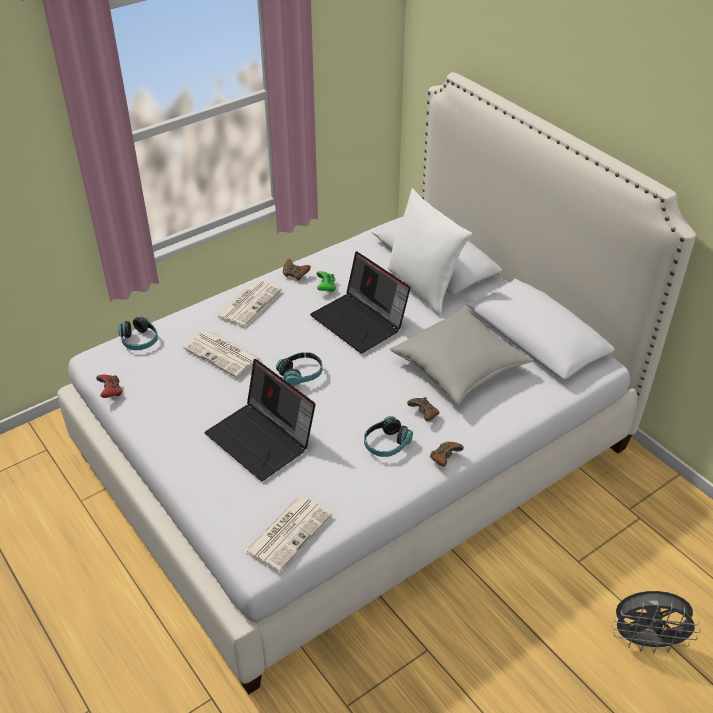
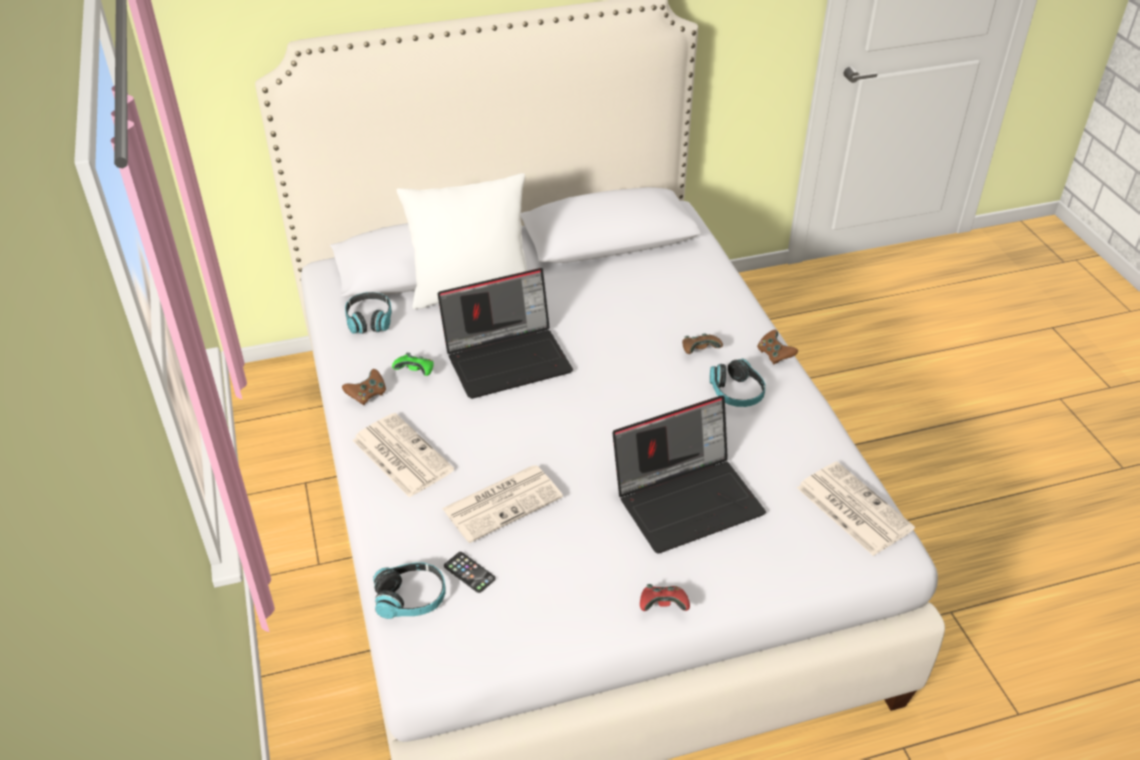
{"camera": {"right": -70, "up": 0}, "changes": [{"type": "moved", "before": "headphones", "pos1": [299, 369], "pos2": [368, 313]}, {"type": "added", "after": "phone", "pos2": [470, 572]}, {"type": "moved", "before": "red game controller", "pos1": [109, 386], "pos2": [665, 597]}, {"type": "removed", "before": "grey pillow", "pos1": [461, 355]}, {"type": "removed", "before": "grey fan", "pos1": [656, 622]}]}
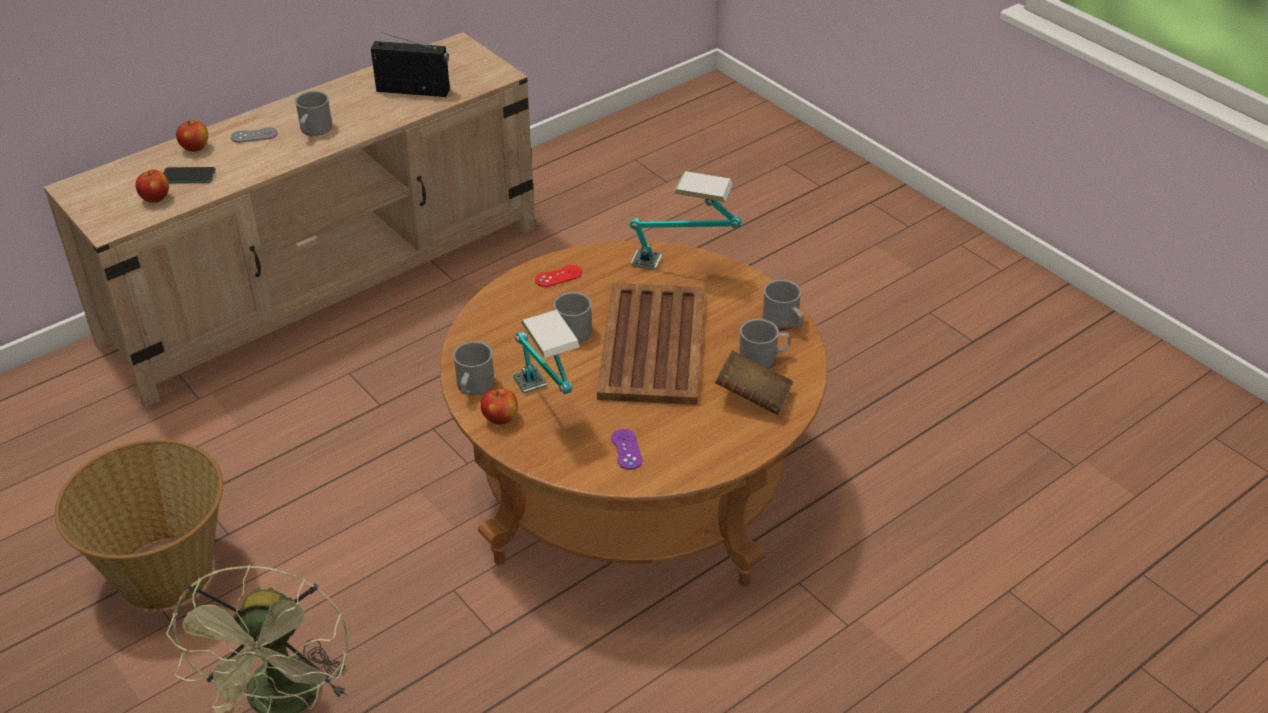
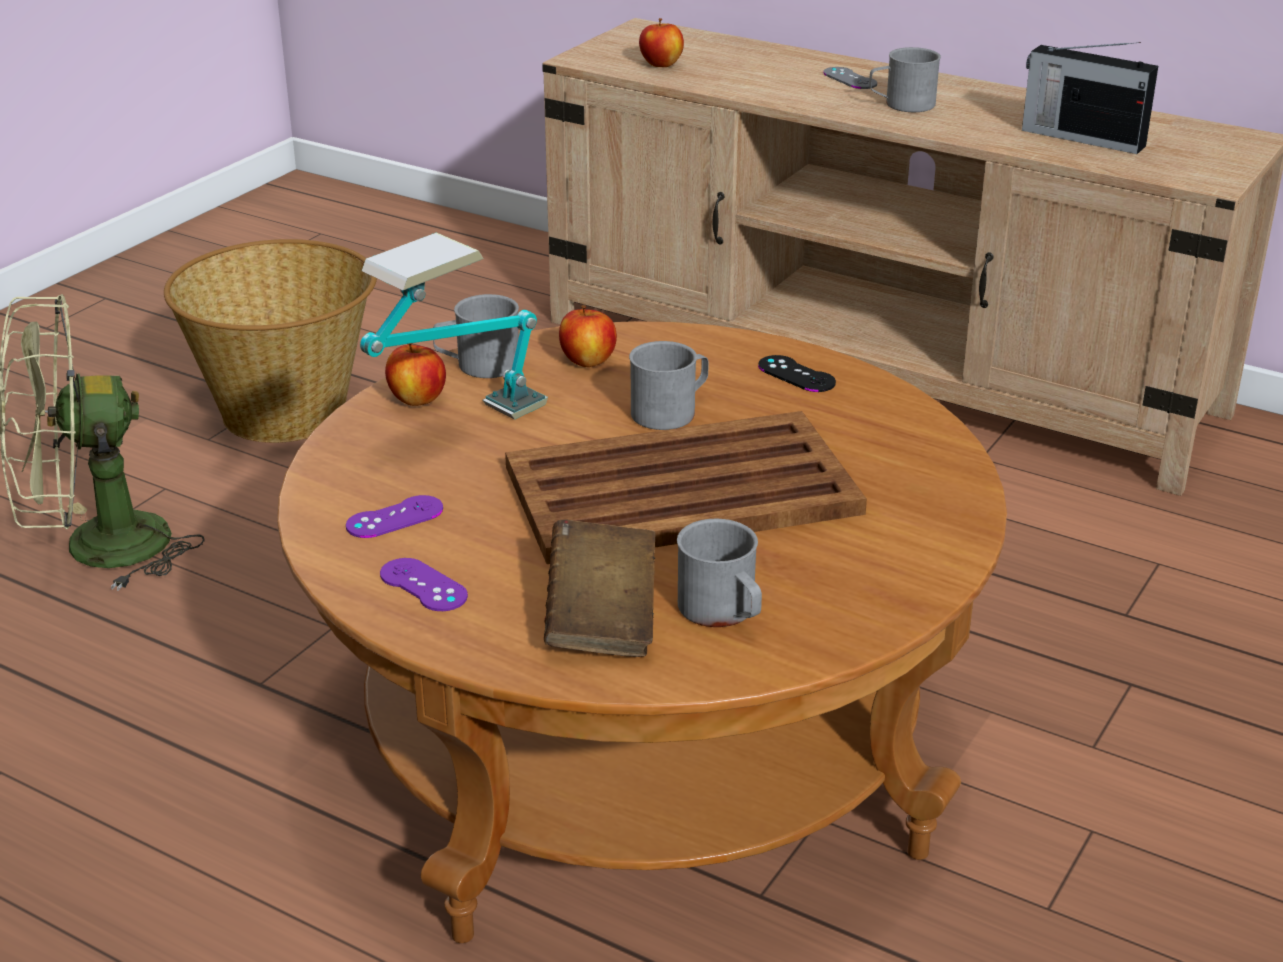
{"camera": {"right": 70, "up": -10}, "changes": [{"type": "added", "after": "purple game controller", "pos2": [424, 584]}, {"type": "moved", "before": "apple", "pos1": [192, 136], "pos2": [588, 336]}, {"type": "recoloured", "before": "red game controller", "after": "black game controller", "pos1": [558, 276], "pos2": [797, 373]}, {"type": "turned", "before": "radio", "pos1": [410, 64], "pos2": [1090, 98], "turn": 135}, {"type": "removed", "before": "phone", "pos1": [189, 175]}, {"type": "removed", "before": "table lamp", "pos1": [685, 221]}, {"type": "removed", "before": "grey mug", "pos1": [783, 305]}]}
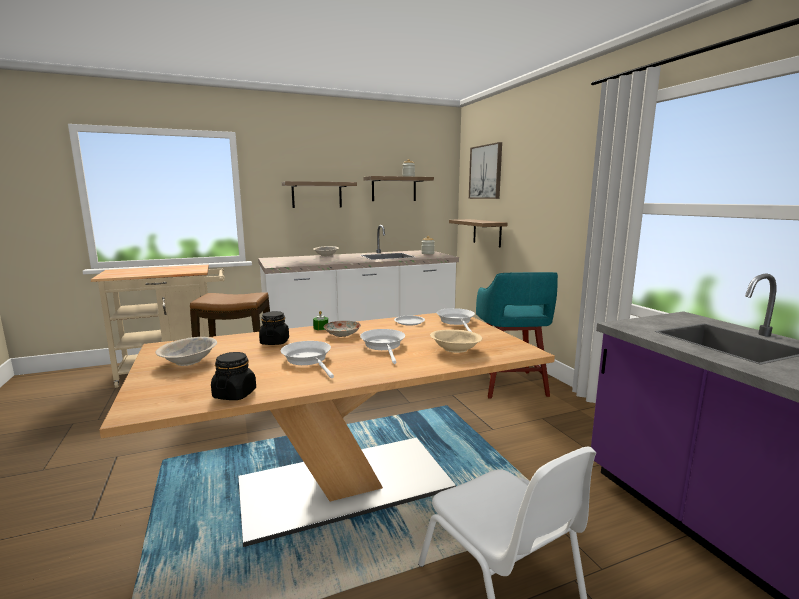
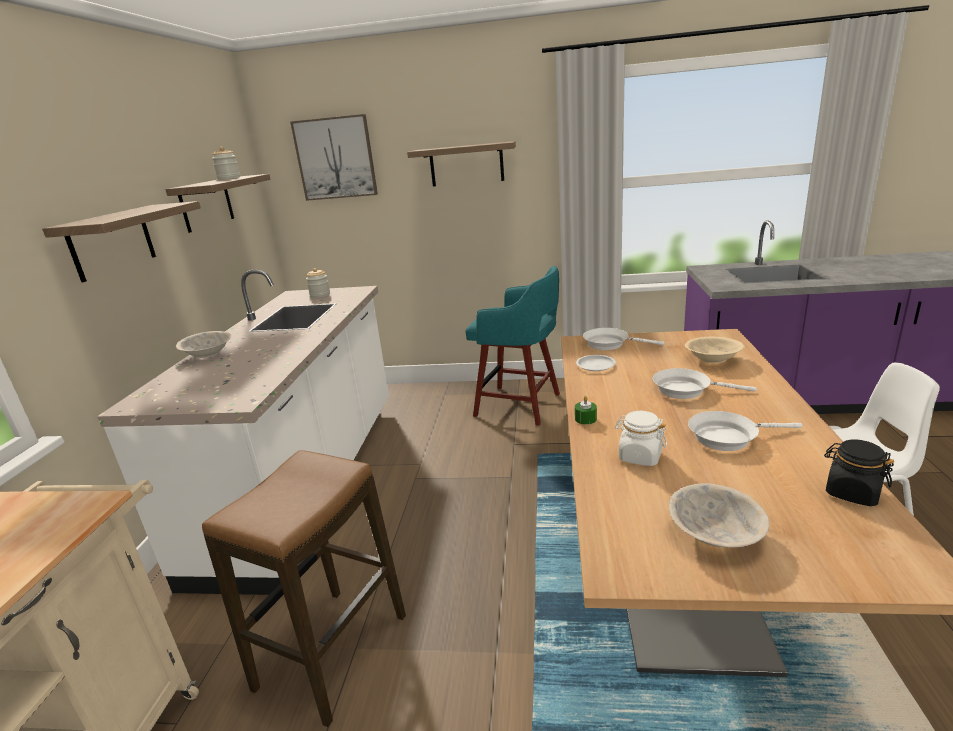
{"camera": {"right": -60, "up": 10}, "changes": [{"type": "moved", "before": "shelf", "pos1": [478, 233], "pos2": [461, 164]}, {"type": "recoloured", "before": "black jar", "after": "white jar", "pos1": [274, 328], "pos2": [641, 438]}, {"type": "removed", "before": "plate", "pos1": [342, 329]}]}
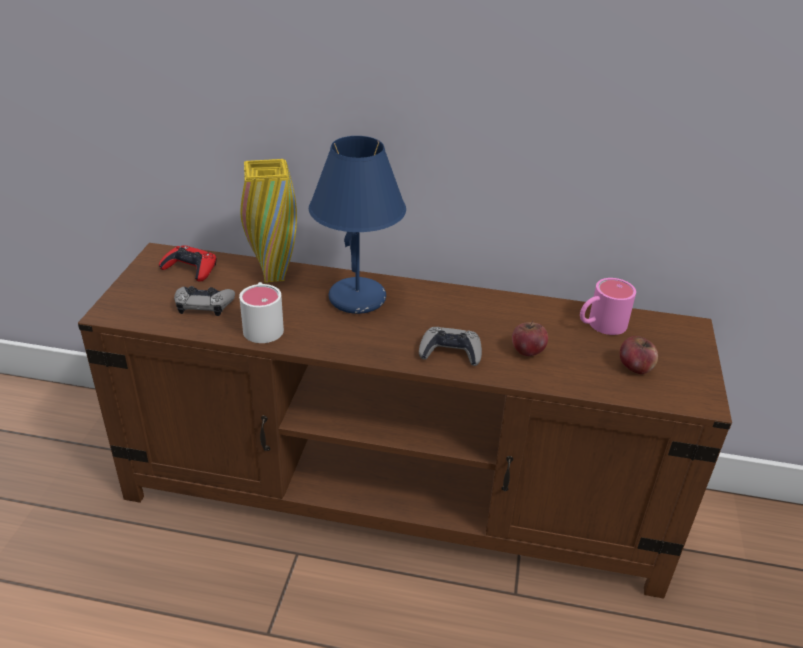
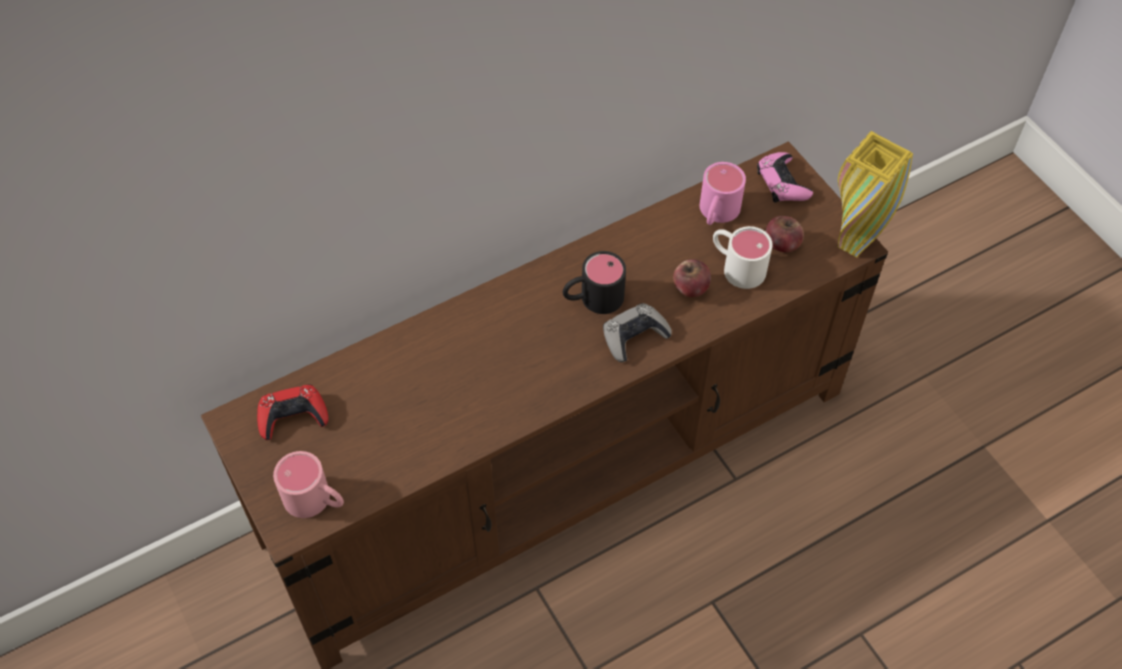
{"camera": {"right": -40, "up": 20}, "changes": [{"type": "added", "after": "pink mug", "pos2": [308, 484]}, {"type": "added", "after": "black mug", "pos2": [594, 282]}, {"type": "moved", "before": "white mug", "pos1": [261, 312], "pos2": [743, 257]}, {"type": "added", "after": "pink game controller", "pos2": [785, 177]}, {"type": "moved", "before": "yellow vase", "pos1": [268, 221], "pos2": [875, 194]}, {"type": "removed", "before": "grey game controller", "pos1": [204, 301]}, {"type": "removed", "before": "blue table lamp", "pos1": [357, 225]}]}
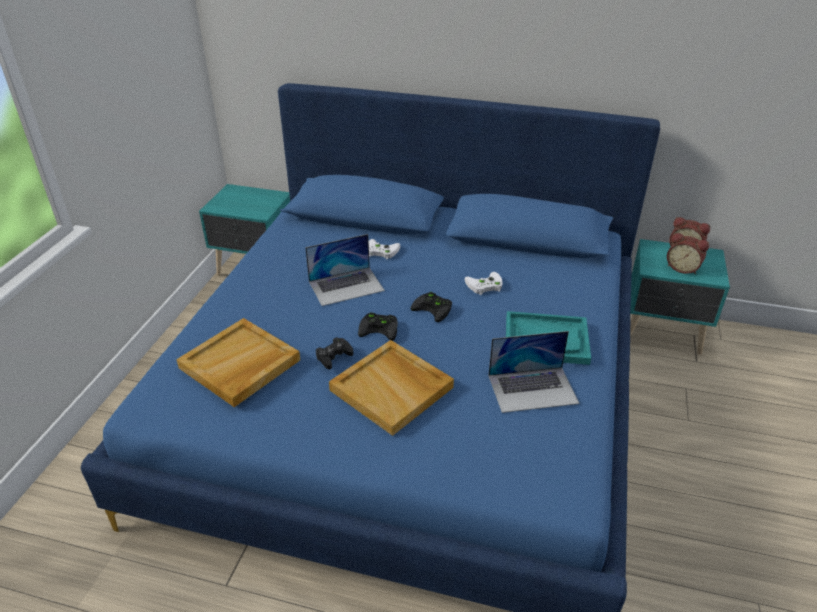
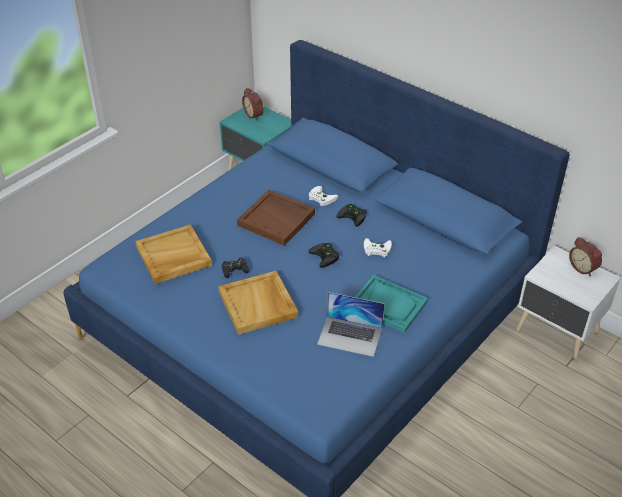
{"camera": {"right": 25, "up": 5}, "changes": [{"type": "replaced", "before": "laptop", "after": "brown tray", "pos1": [345, 270], "pos2": [276, 218]}, {"type": "moved", "before": "alarm clock", "pos1": [688, 253], "pos2": [253, 104]}, {"type": "moved", "before": "black game controller", "pos1": [378, 326], "pos2": [352, 215]}, {"type": "recoloured", "before": "turquoise nightstand", "after": "white nightstand", "pos1": [680, 297], "pos2": [568, 304]}]}
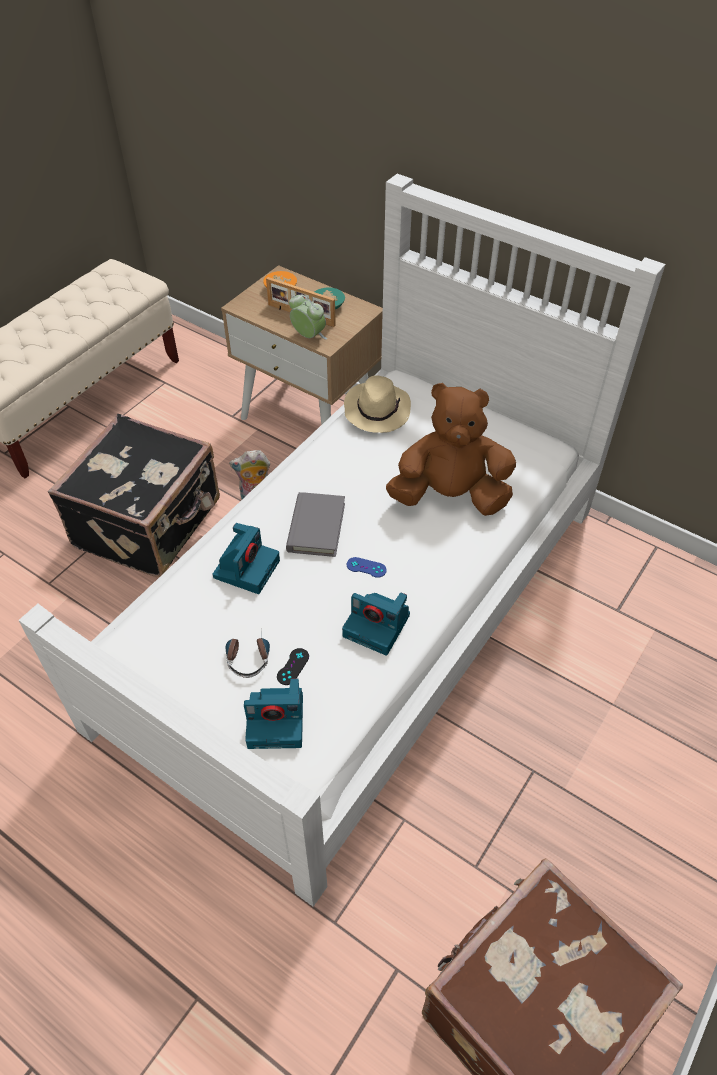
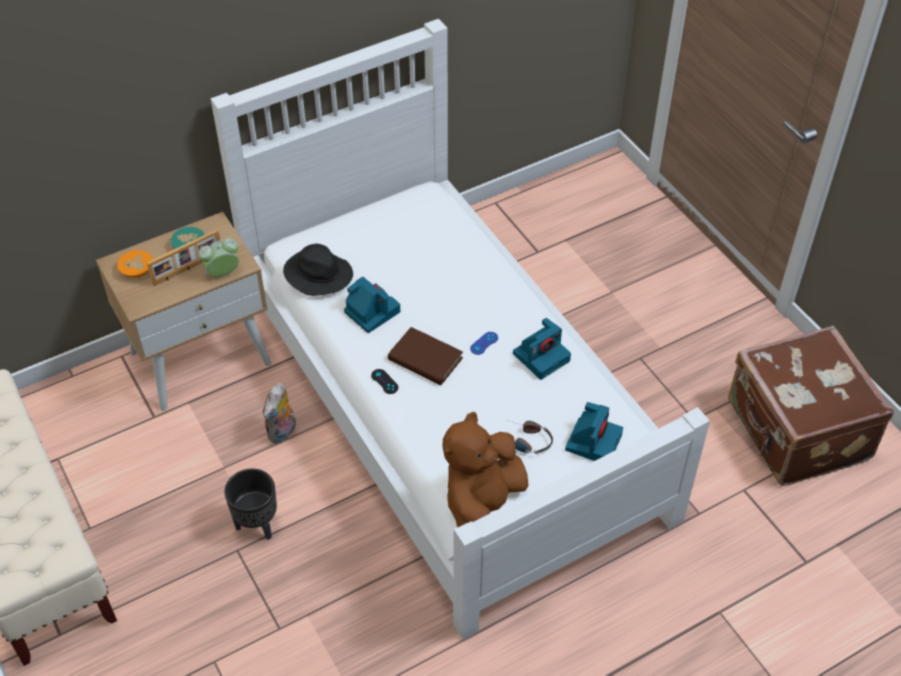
{"camera": {"right": -65, "up": 0}, "changes": [{"type": "replaced", "before": "black suitcase", "after": "black planter", "pos1": [134, 495], "pos2": [250, 504]}, {"type": "recoloured", "before": "beige hat", "after": "black hat", "pos1": [377, 404], "pos2": [318, 270]}, {"type": "moved", "before": "photo camera", "pos1": [246, 558], "pos2": [372, 305]}, {"type": "moved", "before": "black game controller", "pos1": [293, 666], "pos2": [384, 381]}, {"type": "recoloured", "before": "grey book", "after": "brown book", "pos1": [315, 524], "pos2": [425, 356]}, {"type": "moved", "before": "brown plush toy", "pos1": [451, 449], "pos2": [485, 470]}]}
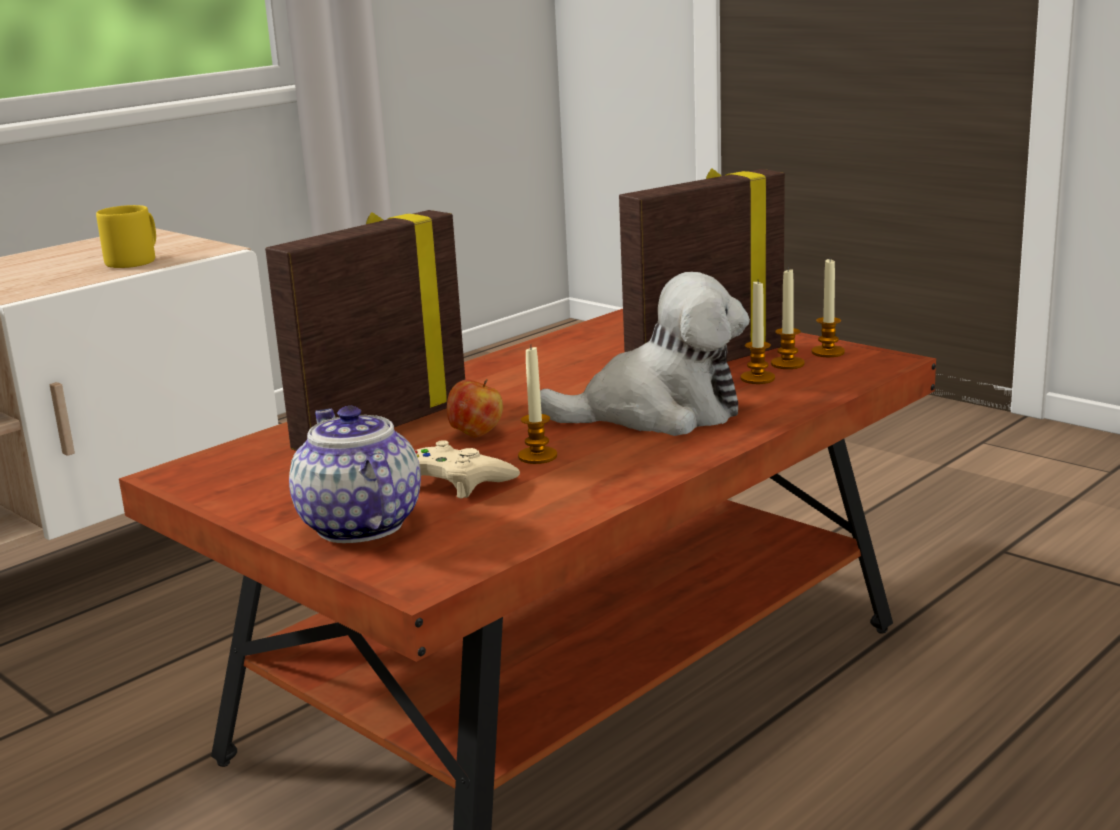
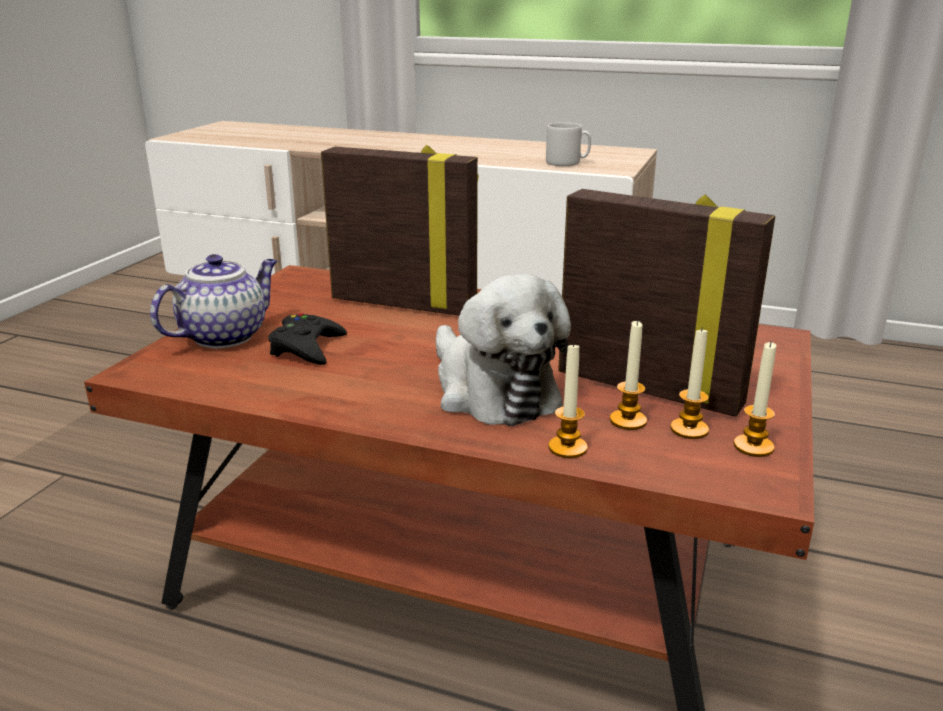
{"camera": {"right": 65, "up": 5}, "changes": [{"type": "recoloured", "before": "beige game controller", "after": "black game controller", "pos1": [467, 469], "pos2": [307, 339]}, {"type": "recoloured", "before": "yellow mug", "after": "grey mug", "pos1": [126, 236], "pos2": [568, 144]}, {"type": "moved", "before": "candle", "pos1": [537, 405], "pos2": [568, 400]}, {"type": "removed", "before": "apple", "pos1": [475, 408]}]}
